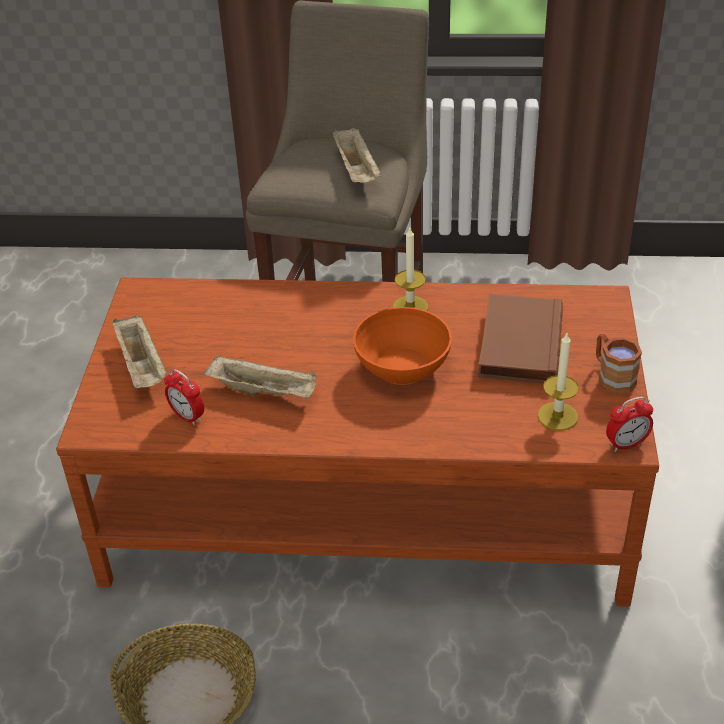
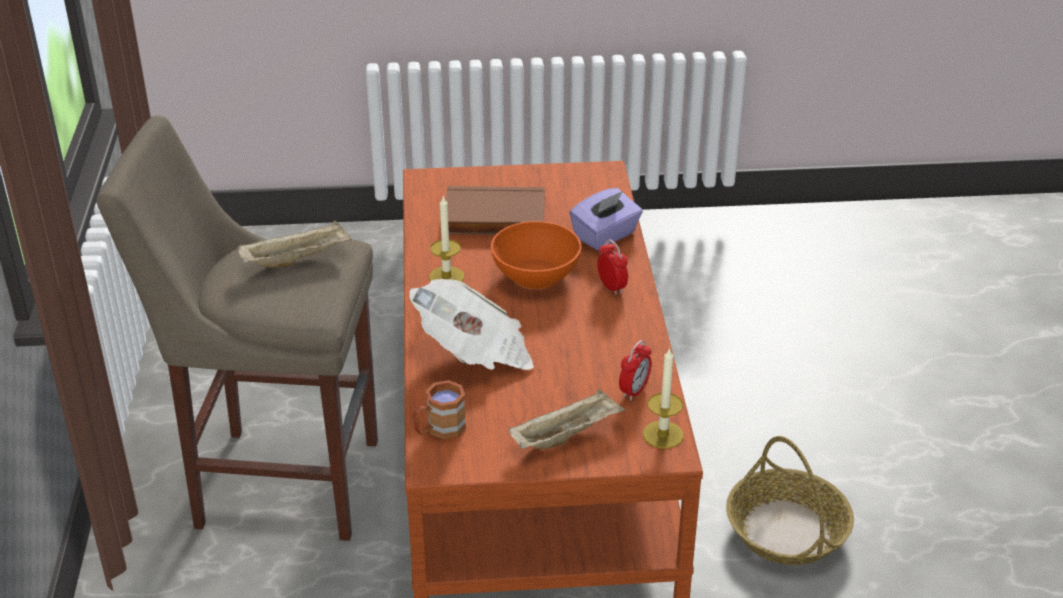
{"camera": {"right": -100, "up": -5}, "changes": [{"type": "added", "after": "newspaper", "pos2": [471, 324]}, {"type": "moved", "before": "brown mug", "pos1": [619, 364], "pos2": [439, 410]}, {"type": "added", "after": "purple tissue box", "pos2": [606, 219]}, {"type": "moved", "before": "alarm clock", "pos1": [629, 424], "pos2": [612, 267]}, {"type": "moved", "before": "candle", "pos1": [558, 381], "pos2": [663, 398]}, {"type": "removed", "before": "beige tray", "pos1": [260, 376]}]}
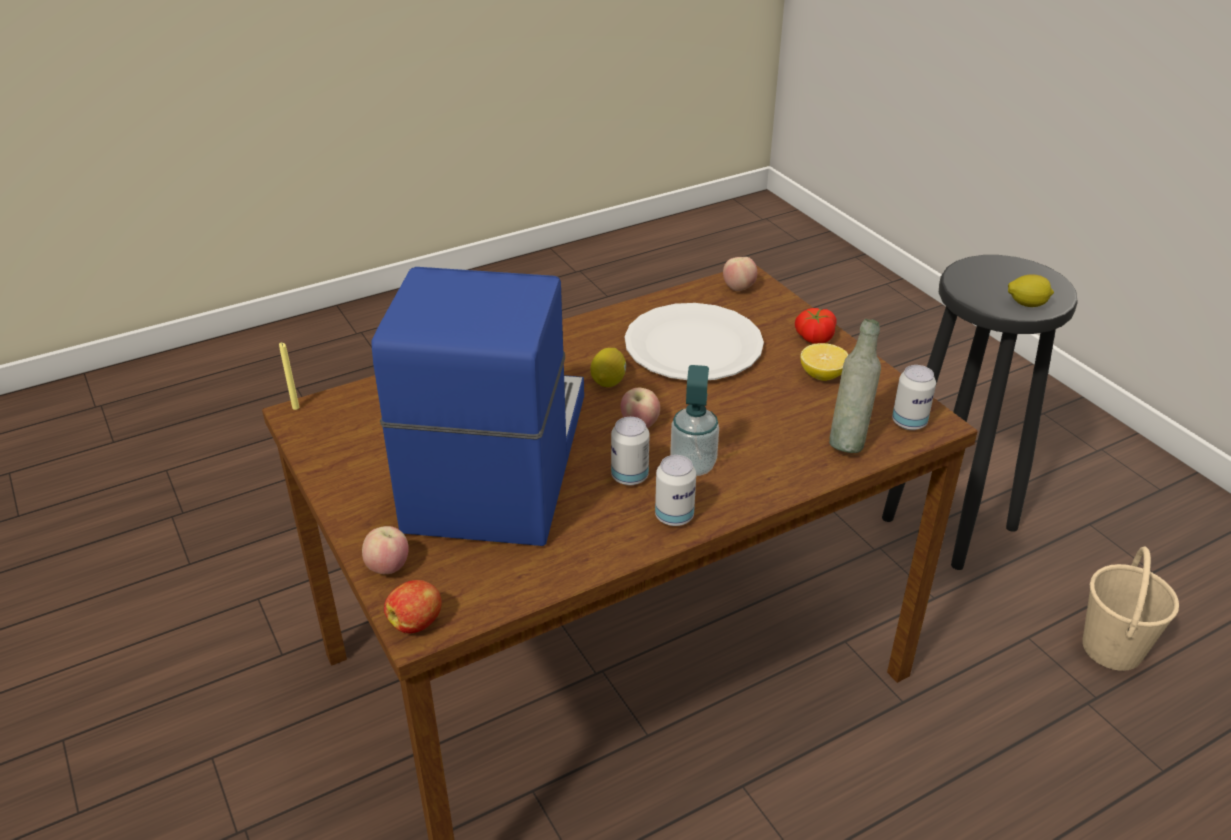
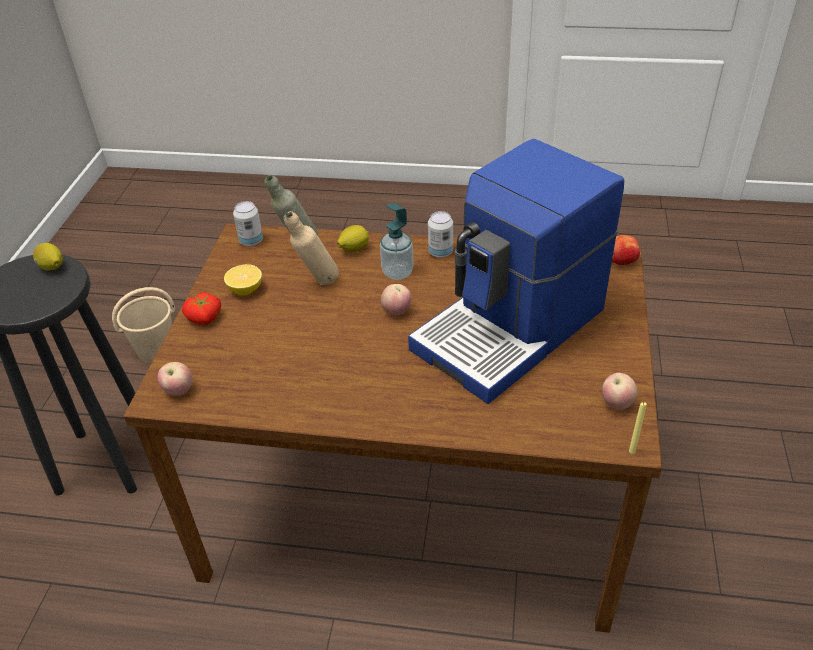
{"camera": {"right": -140, "up": 5}, "changes": [{"type": "added", "after": "beige bottle", "pos2": [311, 248]}, {"type": "moved", "before": "lemon", "pos1": [608, 367], "pos2": [353, 238]}, {"type": "moved", "before": "apple", "pos1": [385, 550], "pos2": [620, 391]}, {"type": "removed", "before": "can", "pos1": [630, 451]}, {"type": "removed", "before": "white plate", "pos1": [694, 341]}]}
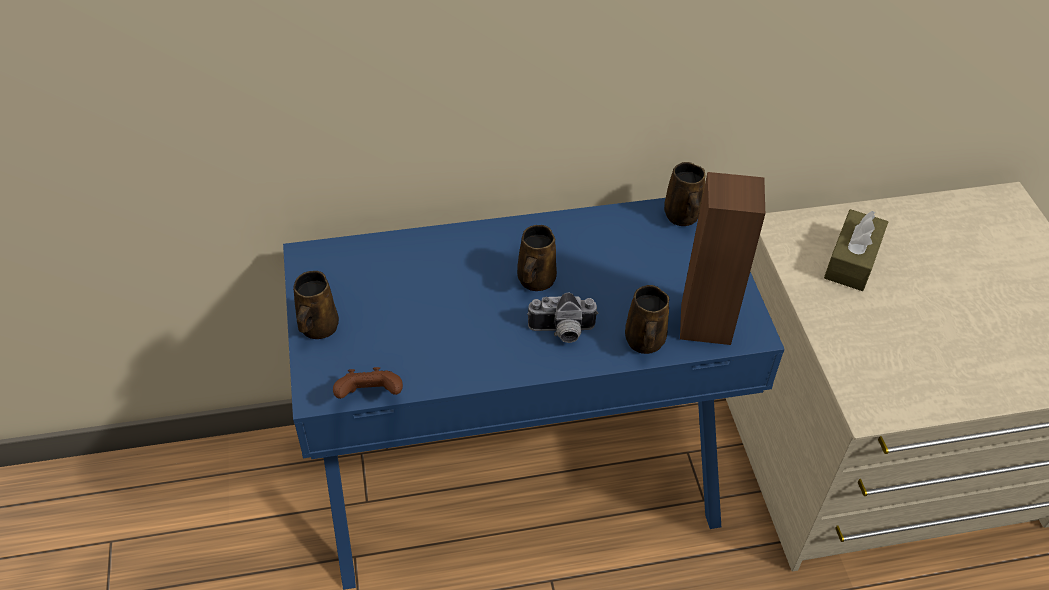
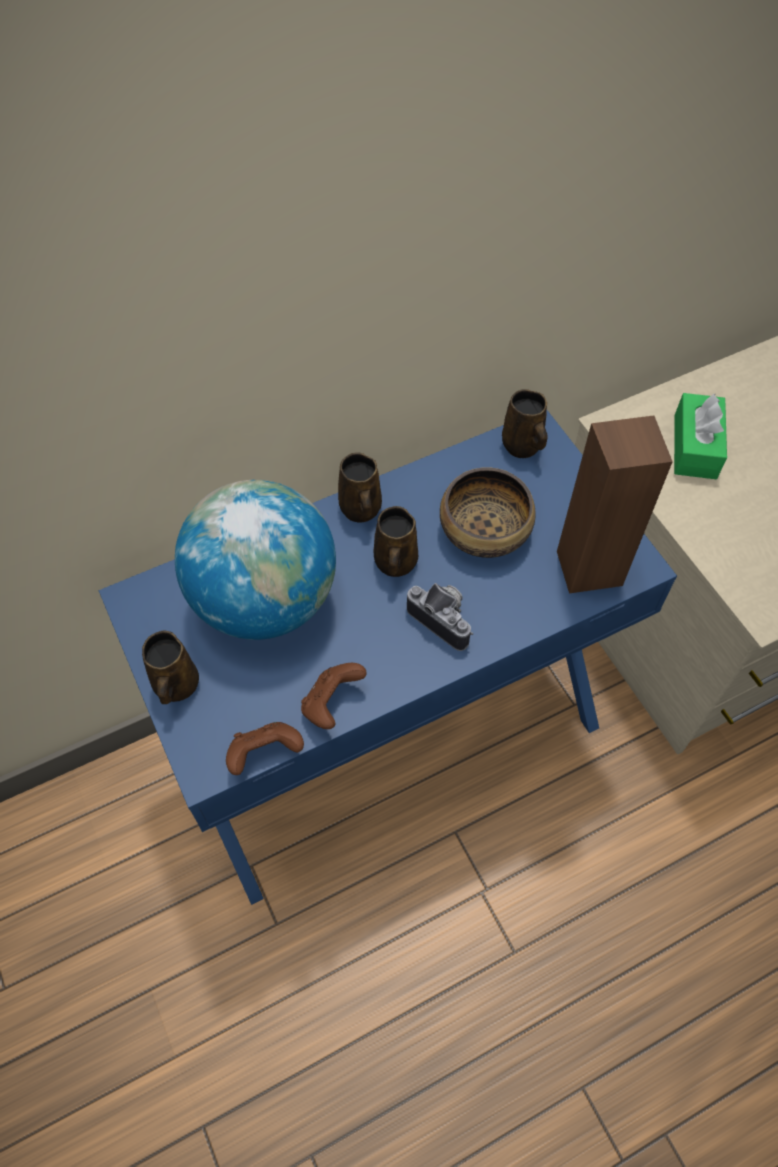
{"camera": {"right": -15, "up": 10}, "changes": [{"type": "added", "after": "globe", "pos2": [255, 560]}, {"type": "added", "after": "brown game controller", "pos2": [334, 696]}, {"type": "moved", "before": "brown mug", "pos1": [647, 319], "pos2": [360, 487]}, {"type": "turned", "before": "photo camera", "pos1": [563, 318], "pos2": [440, 617], "turn": -120}, {"type": "added", "after": "bowl", "pos2": [488, 512]}, {"type": "recoloured", "before": "brown tissue box", "after": "green tissue box", "pos1": [856, 250], "pos2": [700, 436]}]}
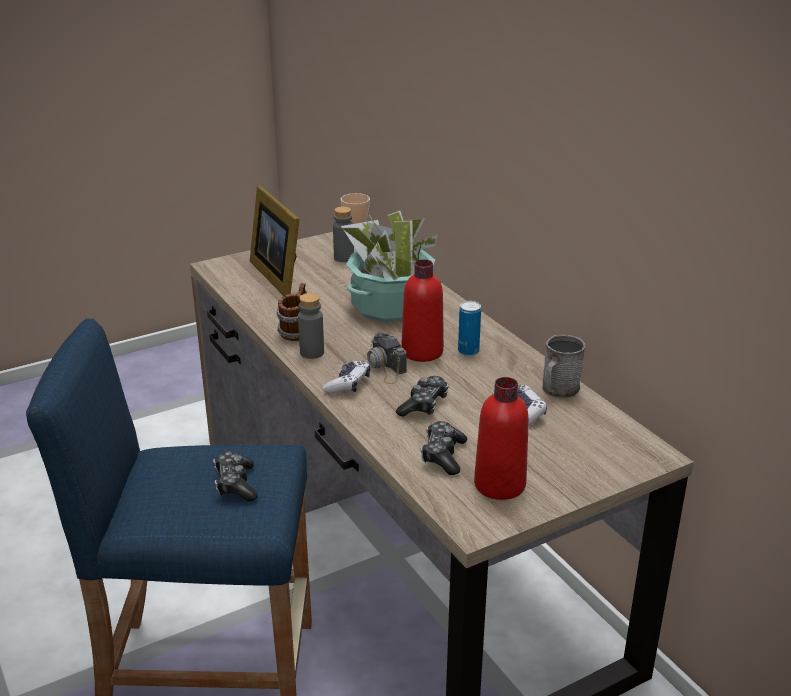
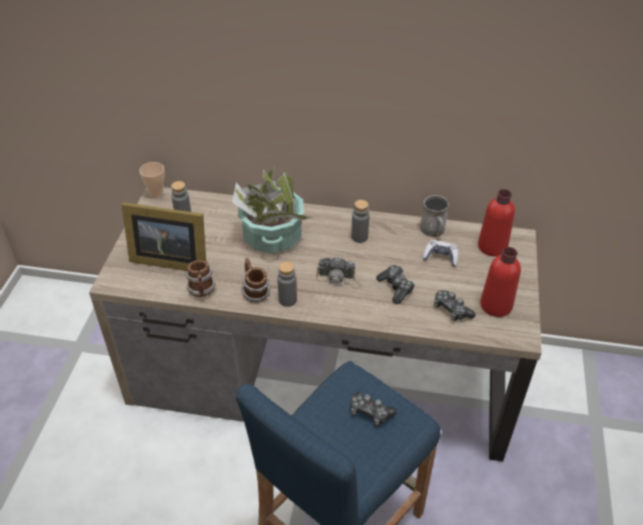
{"camera": {"right": -50, "up": 15}, "changes": [{"type": "added", "after": "mug", "pos2": [201, 278]}, {"type": "replaced", "before": "can", "after": "grey bottle", "pos1": [469, 328], "pos2": [360, 221]}, {"type": "moved", "before": "red bottle", "pos1": [422, 310], "pos2": [496, 223]}, {"type": "removed", "before": "game controller", "pos1": [346, 377]}]}
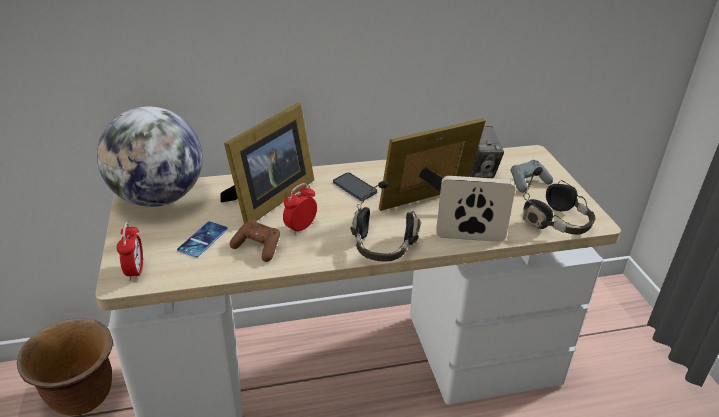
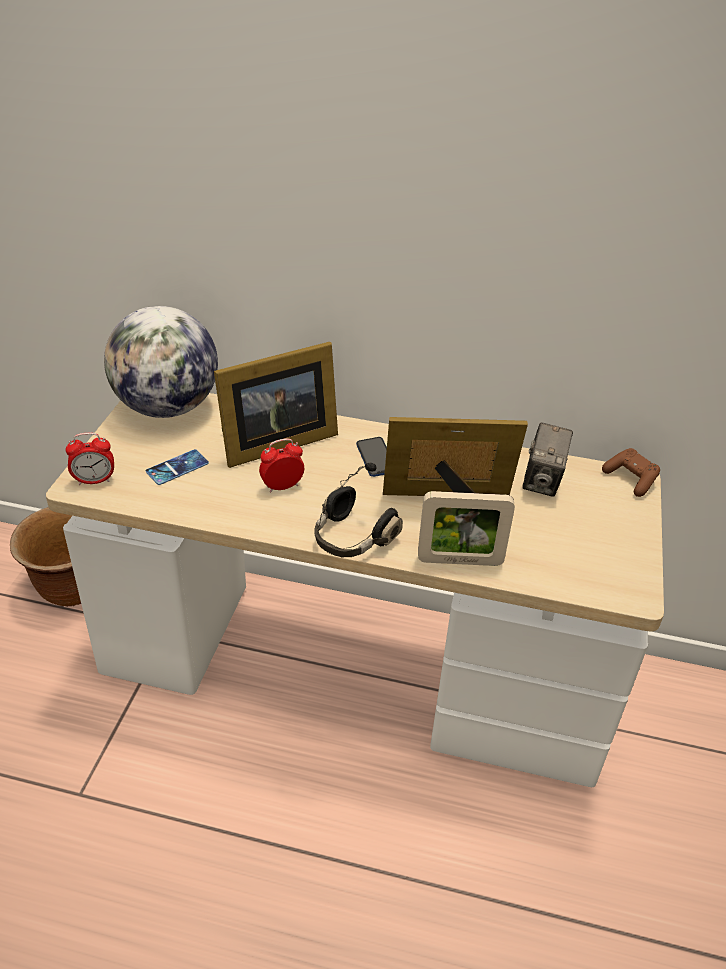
{"camera": {"right": 25, "up": 5}, "changes": [{"type": "turned", "before": "alarm clock", "pos1": [130, 251], "pos2": [90, 459], "turn": 60}, {"type": "turned", "before": "picture frame", "pos1": [475, 209], "pos2": [466, 528], "turn": 150}, {"type": "moved", "before": "brown game controller", "pos1": [255, 241], "pos2": [631, 472]}, {"type": "removed", "before": "grey game controller", "pos1": [532, 176]}, {"type": "removed", "before": "black headphones", "pos1": [559, 201]}]}
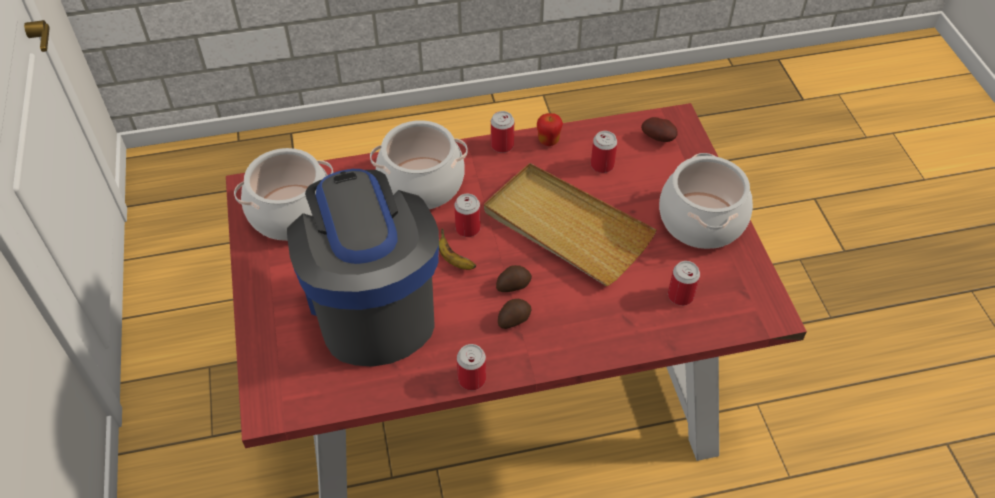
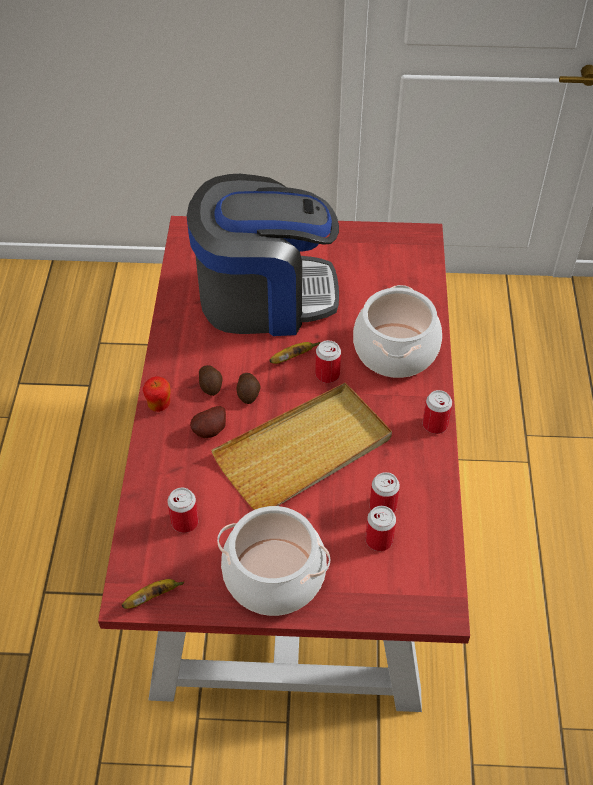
{"camera": {"right": 105, "up": 0}, "changes": [{"type": "added", "after": "banana", "pos2": [153, 594]}, {"type": "moved", "before": "apple", "pos1": [550, 129], "pos2": [157, 394]}, {"type": "moved", "before": "potato", "pos1": [659, 129], "pos2": [208, 422]}, {"type": "moved", "before": "can", "pos1": [471, 367], "pos2": [380, 528]}, {"type": "removed", "before": "cooking pot", "pos1": [283, 194]}]}
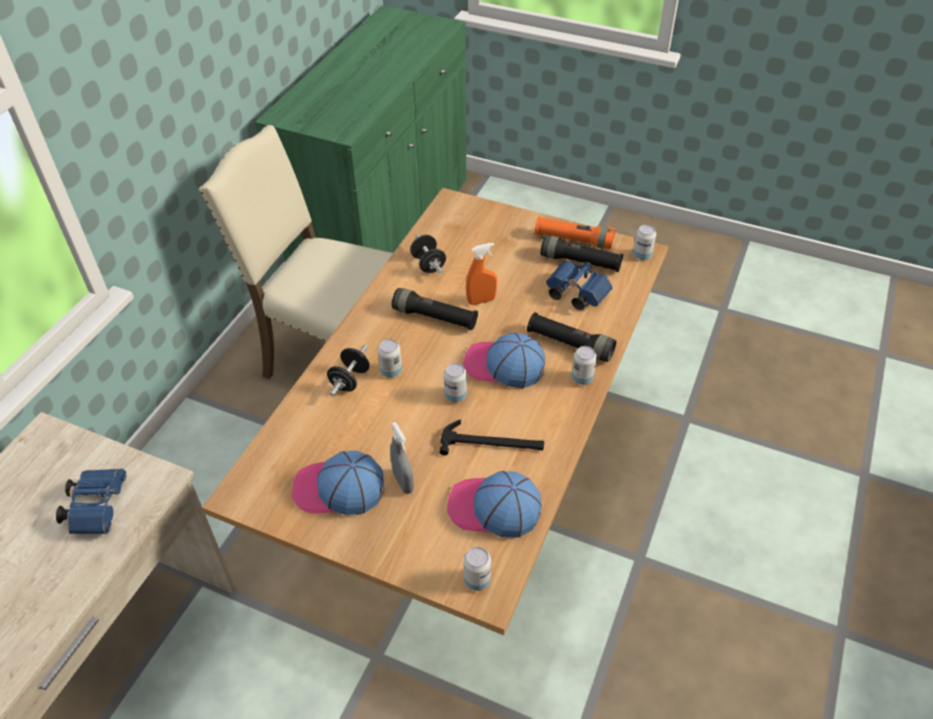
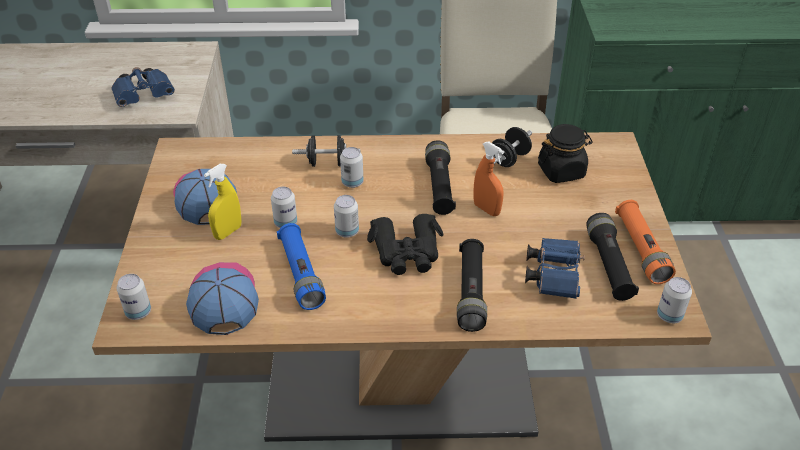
{"camera": {"right": 65, "up": -5}, "changes": [{"type": "recoloured", "before": "grey spray bottle", "after": "yellow spray bottle", "pos1": [402, 458], "pos2": [222, 202]}, {"type": "moved", "before": "can", "pos1": [584, 365], "pos2": [284, 207]}, {"type": "replaced", "before": "hammer", "after": "blue flashlight", "pos1": [491, 437], "pos2": [301, 266]}, {"type": "replaced", "before": "cap", "after": "black binoculars", "pos1": [504, 360], "pos2": [405, 244]}, {"type": "added", "after": "black jar", "pos2": [565, 153]}]}
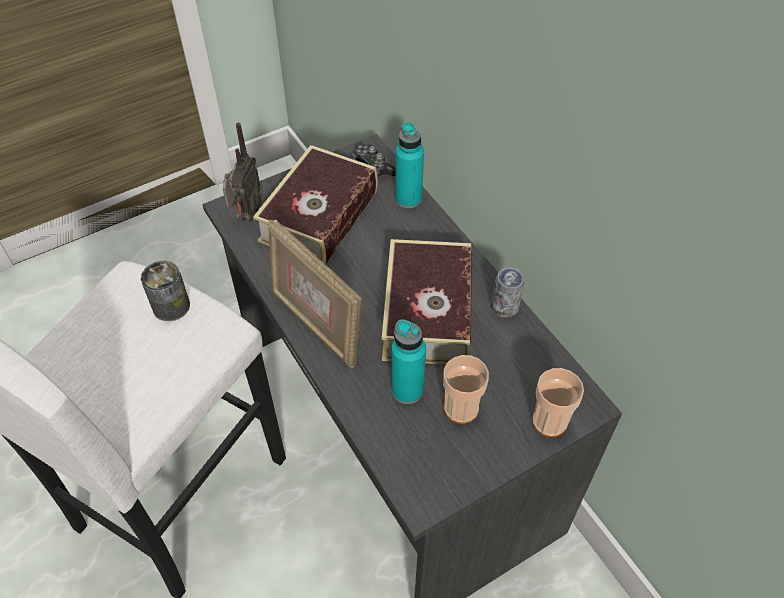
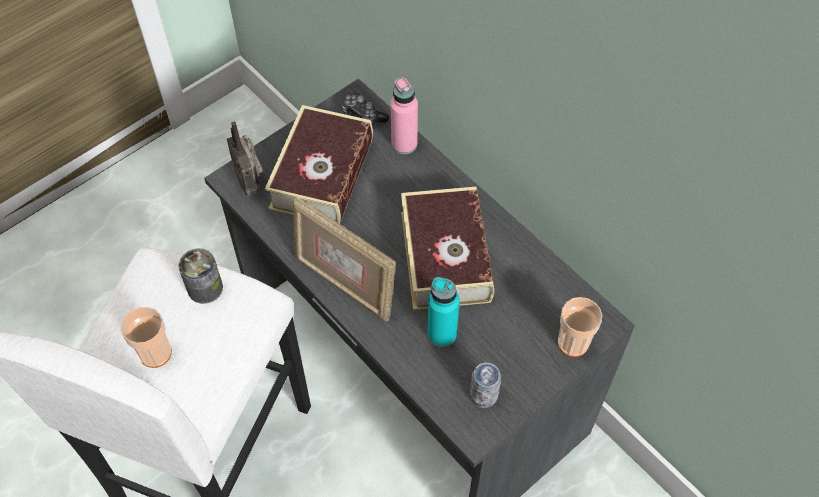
{"camera": {"right": -10, "up": 5}, "changes": [{"type": "moved", "before": "cup", "pos1": [466, 389], "pos2": [146, 337]}, {"type": "turned", "before": "radio", "pos1": [242, 172], "pos2": [245, 159], "turn": 150}, {"type": "recoloured", "before": "turquoise bottle", "after": "pink bottle", "pos1": [409, 165], "pos2": [404, 115]}, {"type": "moved", "before": "can", "pos1": [507, 293], "pos2": [485, 385]}]}
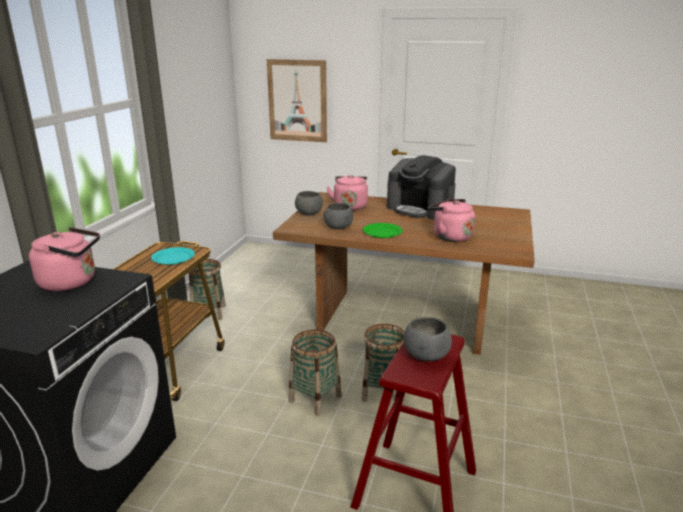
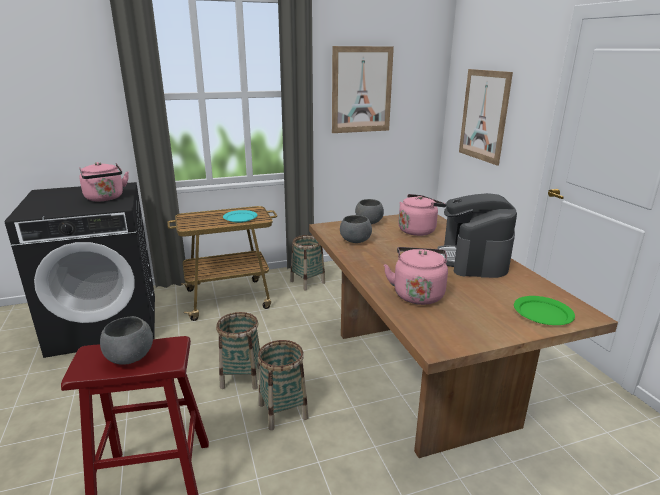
{"camera": {"right": 55, "up": 0}, "changes": [{"type": "added", "after": "picture", "pos2": [363, 89]}, {"type": "moved", "before": "green plate", "pos1": [383, 230], "pos2": [544, 310]}]}
